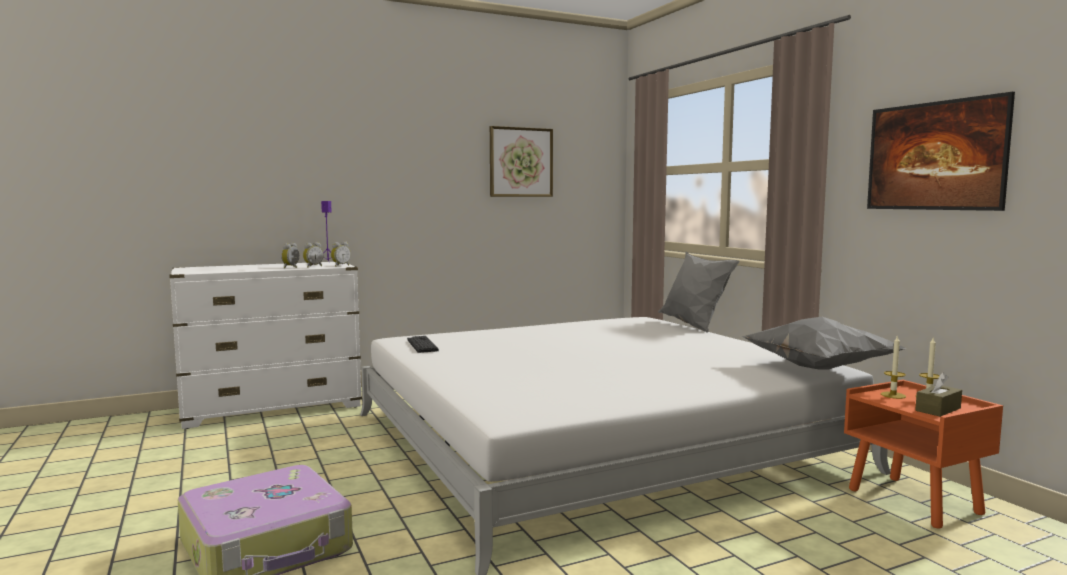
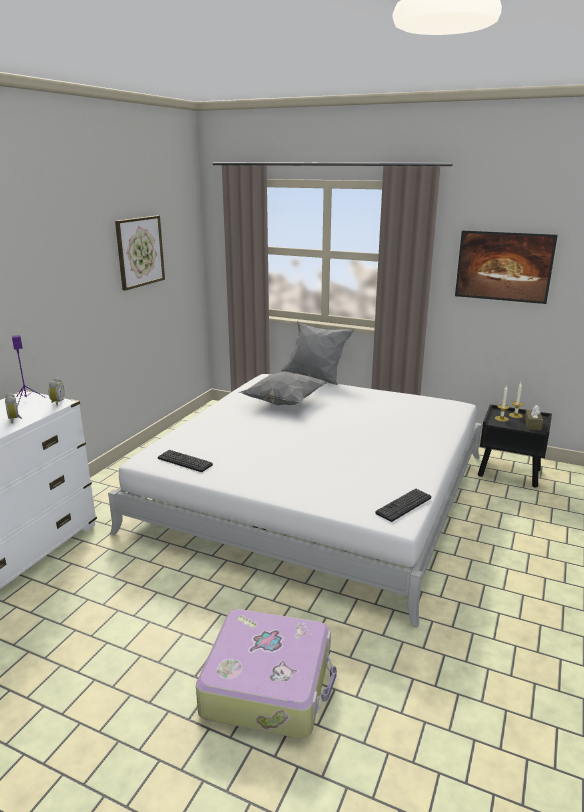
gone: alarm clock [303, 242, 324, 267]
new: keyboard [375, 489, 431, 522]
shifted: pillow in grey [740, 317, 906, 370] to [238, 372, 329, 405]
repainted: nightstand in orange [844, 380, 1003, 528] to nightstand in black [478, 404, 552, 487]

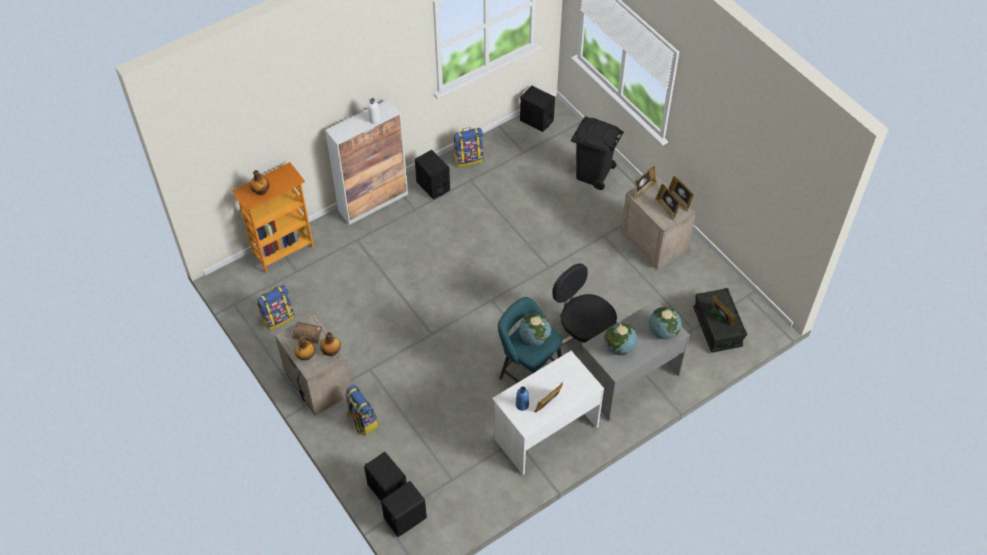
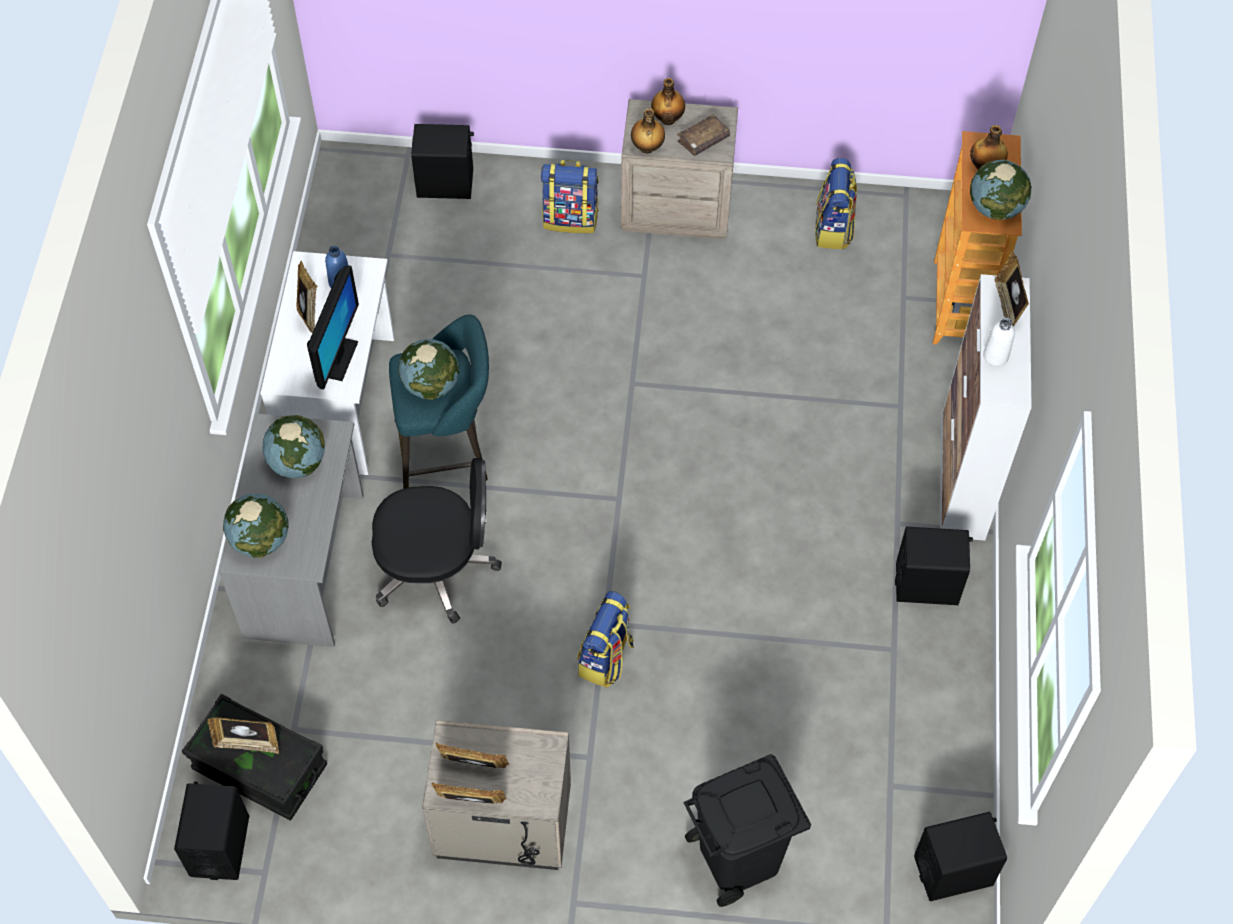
new: monitor [307, 265, 359, 390]; globe [970, 160, 1031, 220]
shifted: speaker in black [381, 481, 427, 537] to [174, 781, 249, 880]; backpack [453, 127, 484, 168] to [578, 591, 634, 688]; picture frame [635, 166, 657, 199] to [995, 252, 1029, 327]

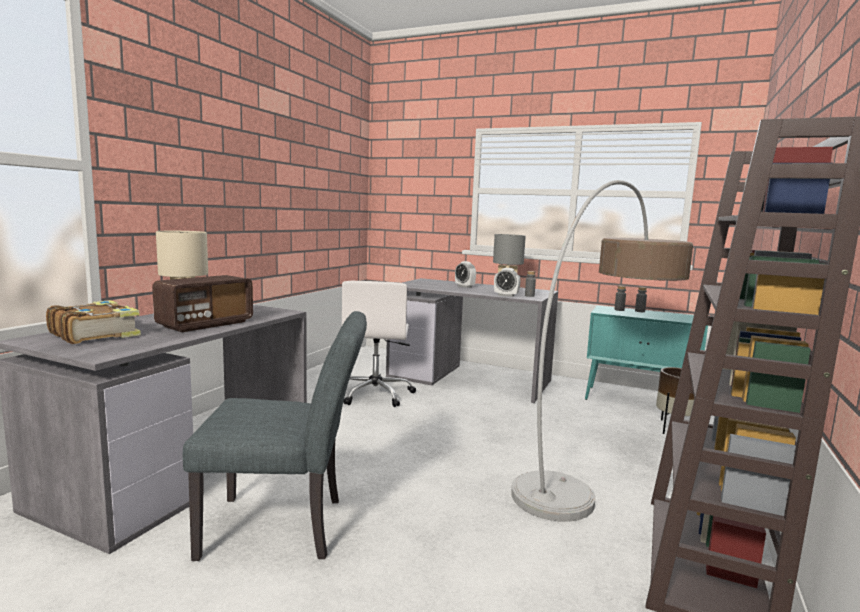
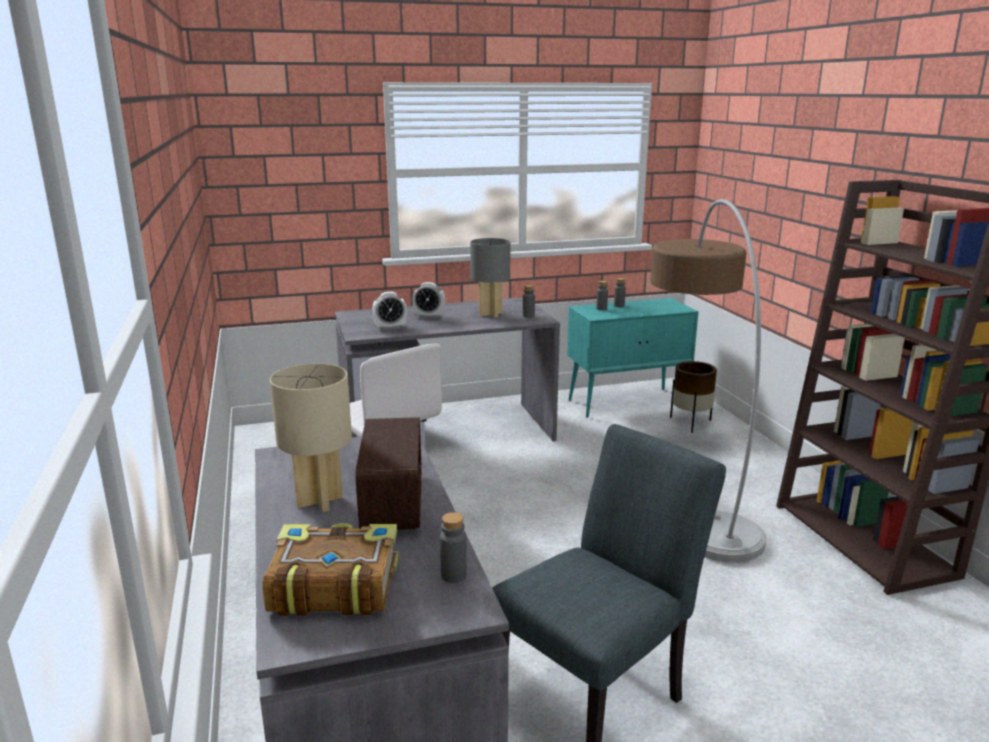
new: bottle in grey [440, 512, 467, 583]
shifted: alarm clock [494, 268, 520, 297] to [372, 292, 407, 330]

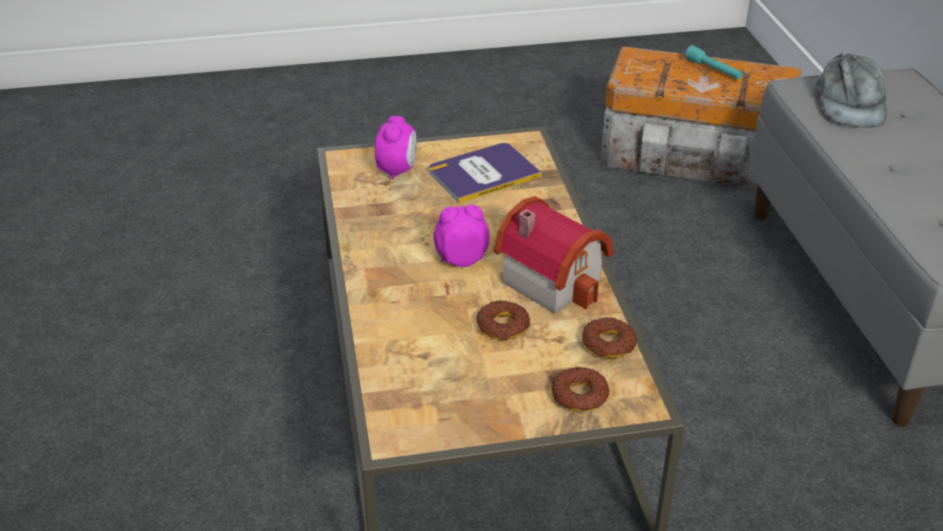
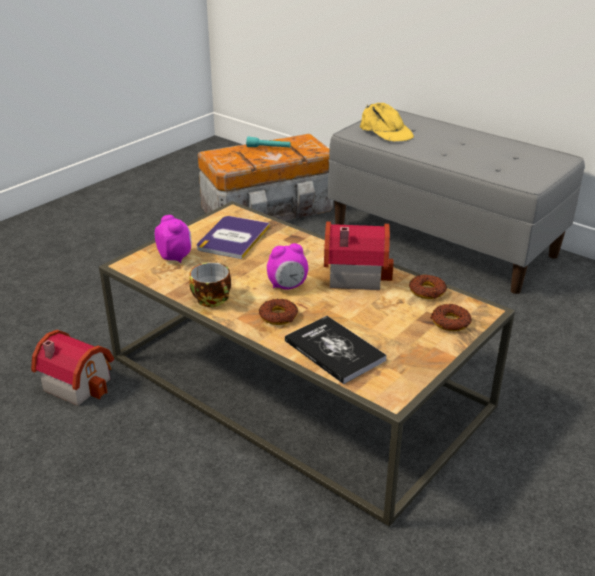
new: toy house [31, 330, 114, 406]; cup [189, 262, 231, 307]; book [285, 316, 387, 384]
shifted: donut [476, 300, 530, 340] to [259, 299, 298, 325]
repainted: cap in grey [815, 52, 887, 127] to cap in yellow [360, 103, 414, 141]
rotated: alarm clock [433, 205, 489, 267] = [267, 243, 308, 290] 150 degrees counterclockwise

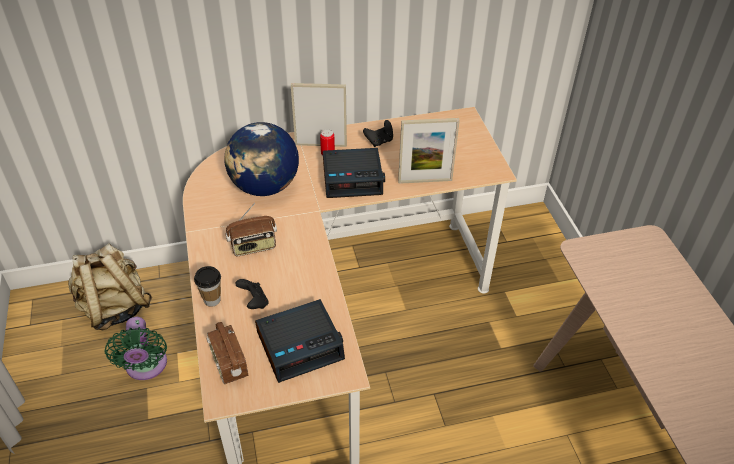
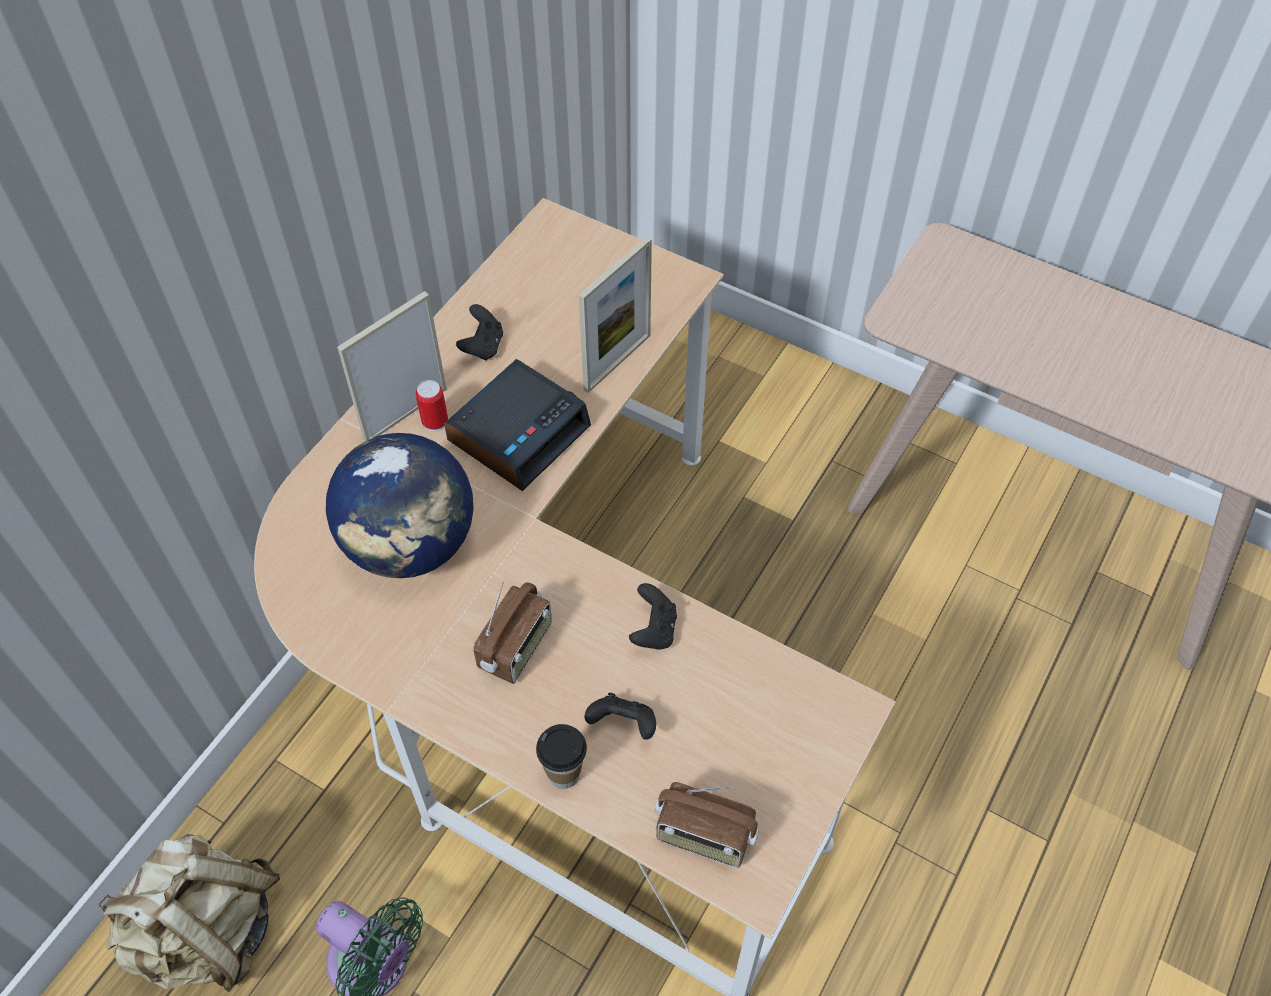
gone: alarm clock [255, 299, 345, 383]
new: game controller in black [629, 583, 677, 650]

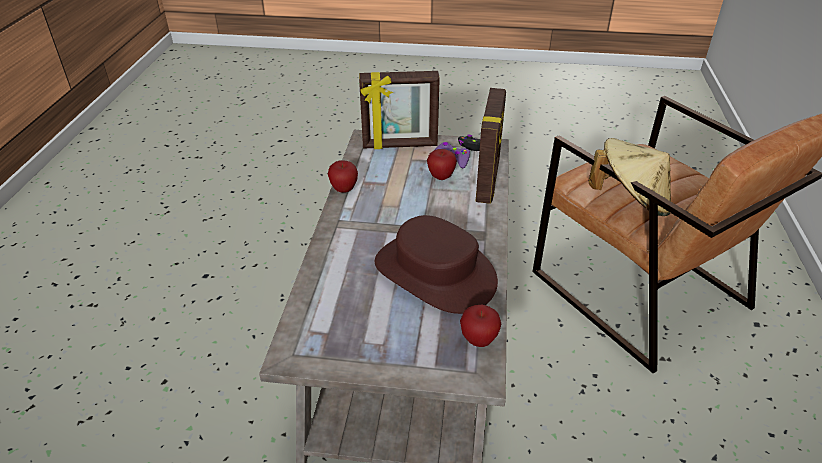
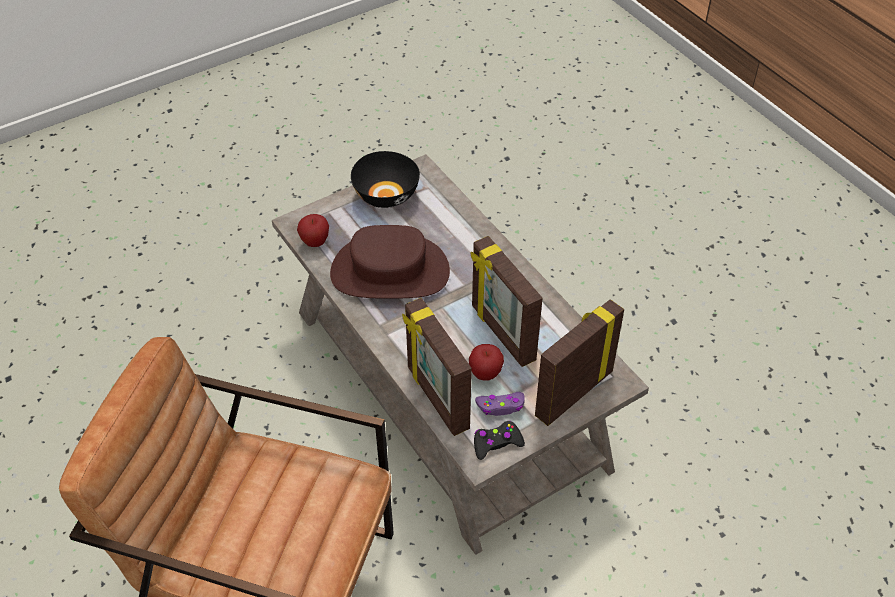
gone: apple [328, 160, 358, 193]; hat in beige [588, 138, 671, 216]
new: bowl in black [351, 151, 420, 208]; picture frame [471, 236, 543, 367]

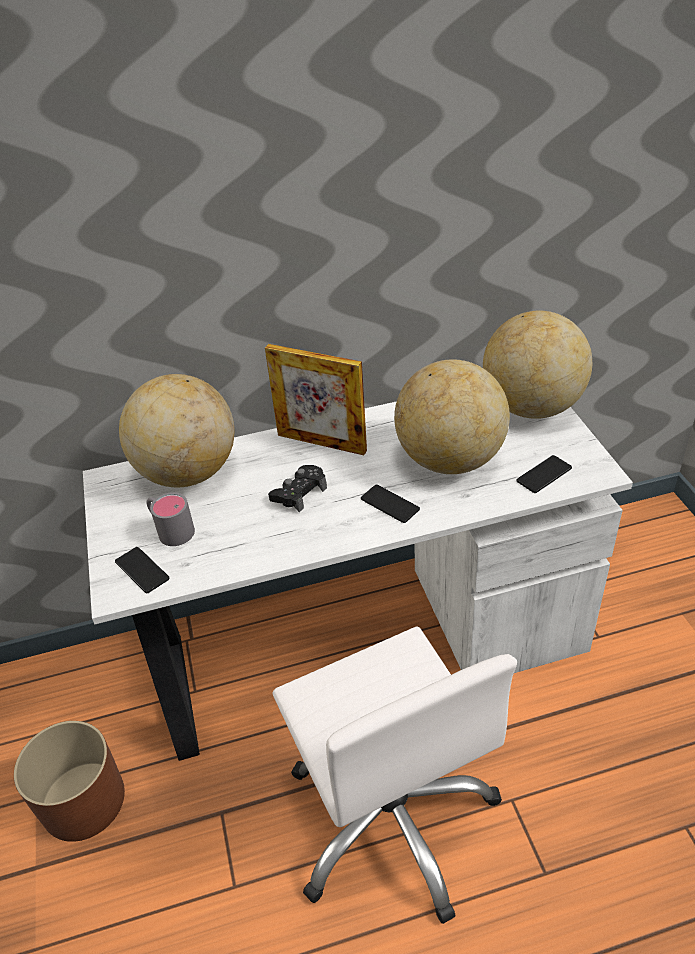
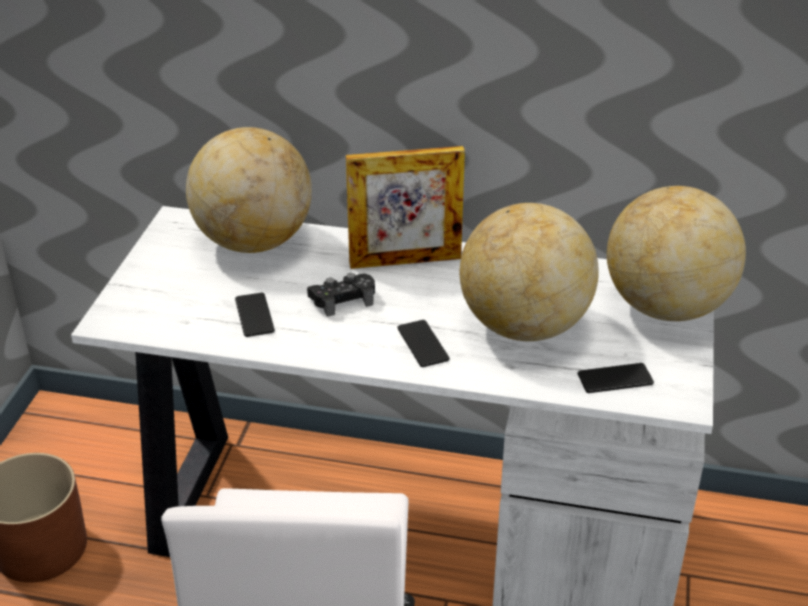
gone: mug in grey [147, 492, 195, 546]
shifted: phone [115, 547, 169, 593] to [235, 293, 275, 337]
rotated: picture frame [265, 344, 367, 455] = [346, 146, 465, 269] 60 degrees counterclockwise

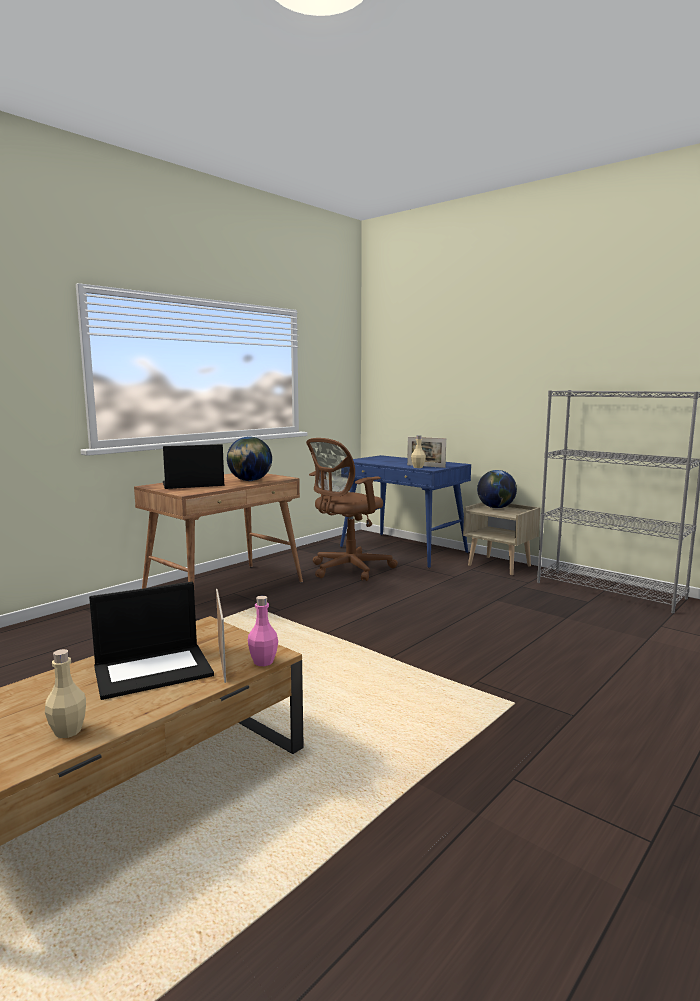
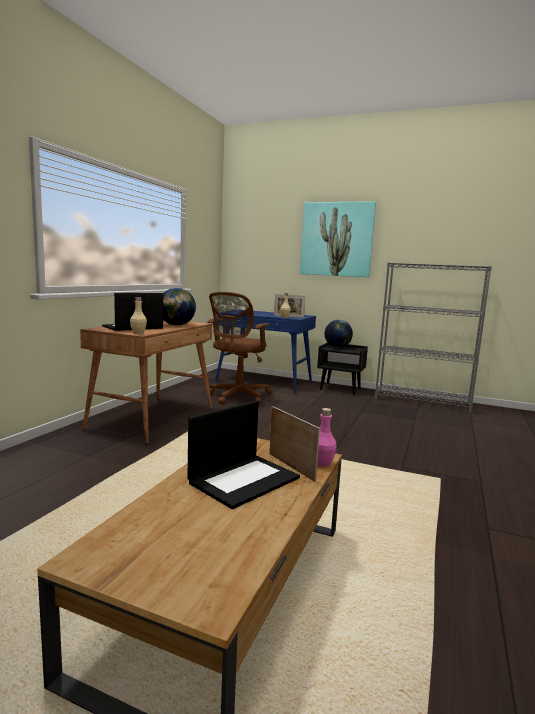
new: picture [300, 201, 376, 277]
shifted: bottle in beige [45, 649, 86, 738] to [130, 297, 147, 334]
repainted: nightstand in beige [463, 502, 540, 575] to nightstand in black [317, 342, 368, 395]

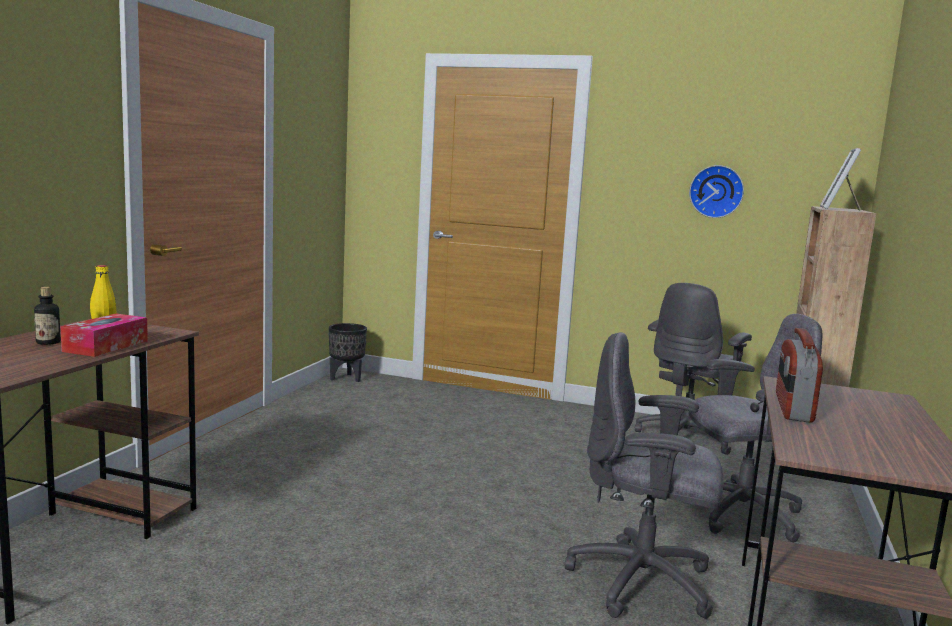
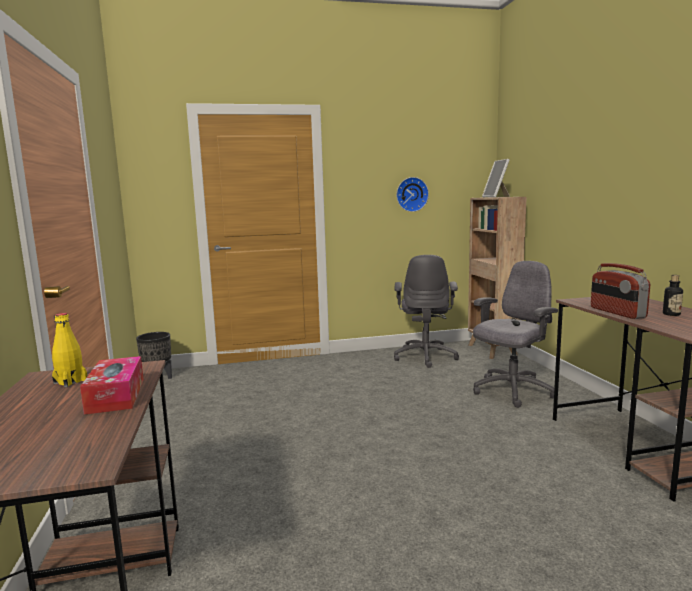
gone: office chair in grey [564, 332, 723, 619]
shifted: bottle [34, 287, 61, 345] to [663, 275, 683, 316]

